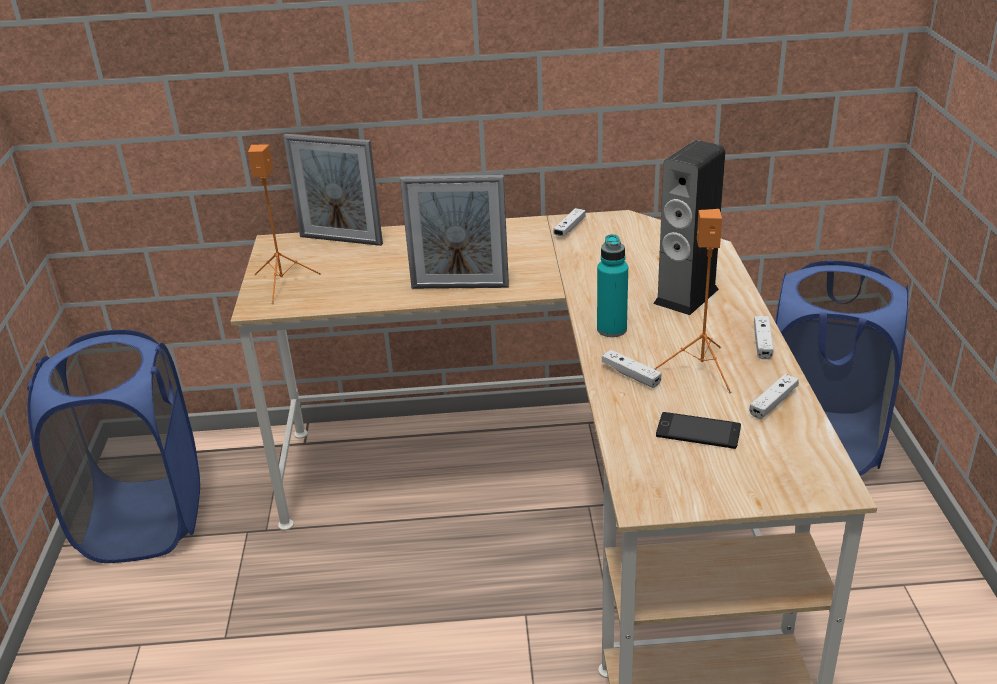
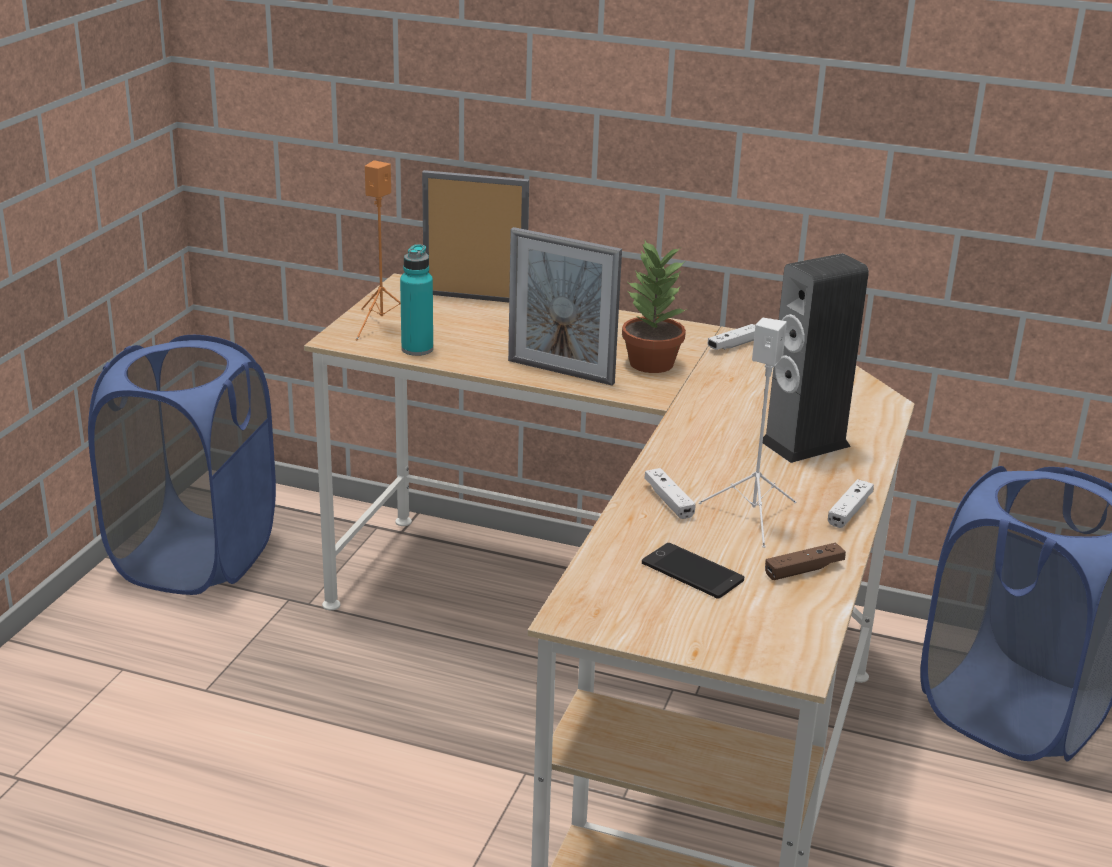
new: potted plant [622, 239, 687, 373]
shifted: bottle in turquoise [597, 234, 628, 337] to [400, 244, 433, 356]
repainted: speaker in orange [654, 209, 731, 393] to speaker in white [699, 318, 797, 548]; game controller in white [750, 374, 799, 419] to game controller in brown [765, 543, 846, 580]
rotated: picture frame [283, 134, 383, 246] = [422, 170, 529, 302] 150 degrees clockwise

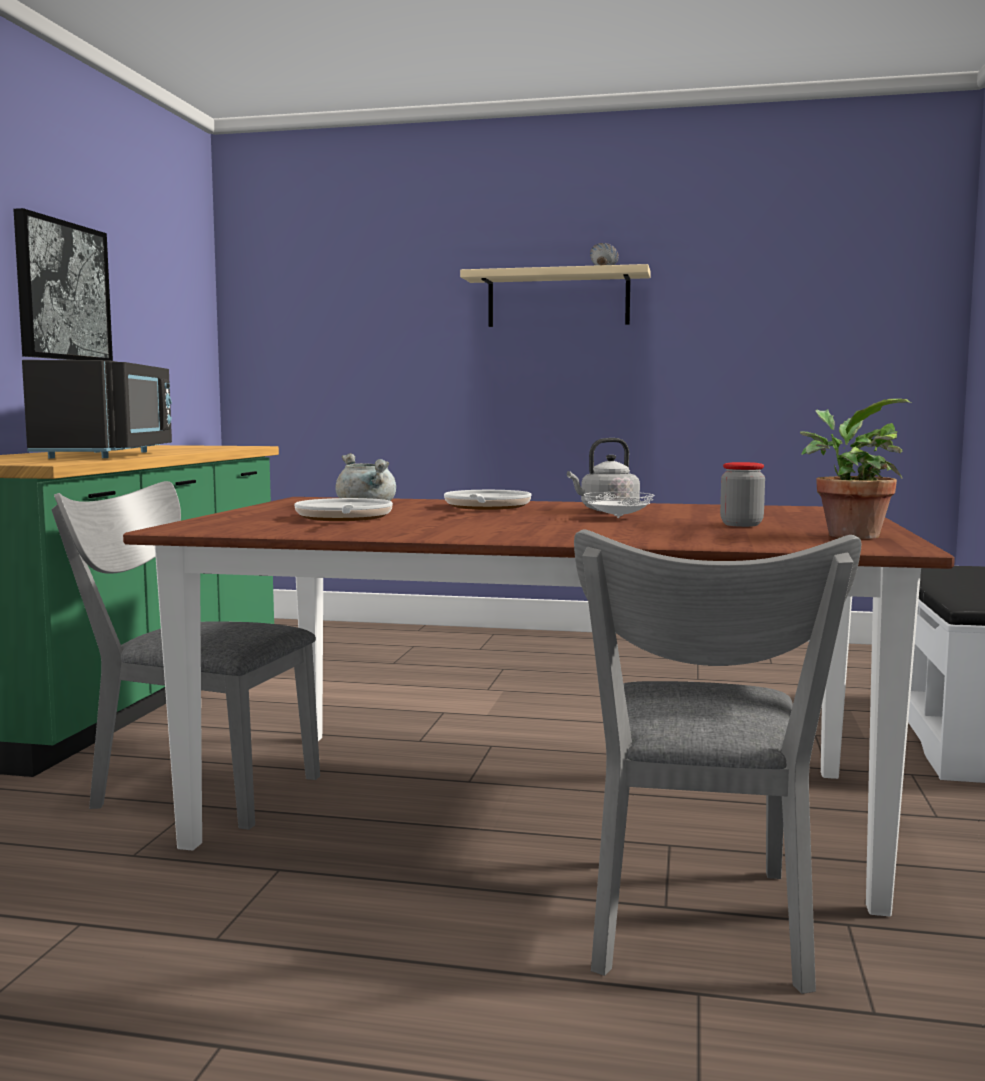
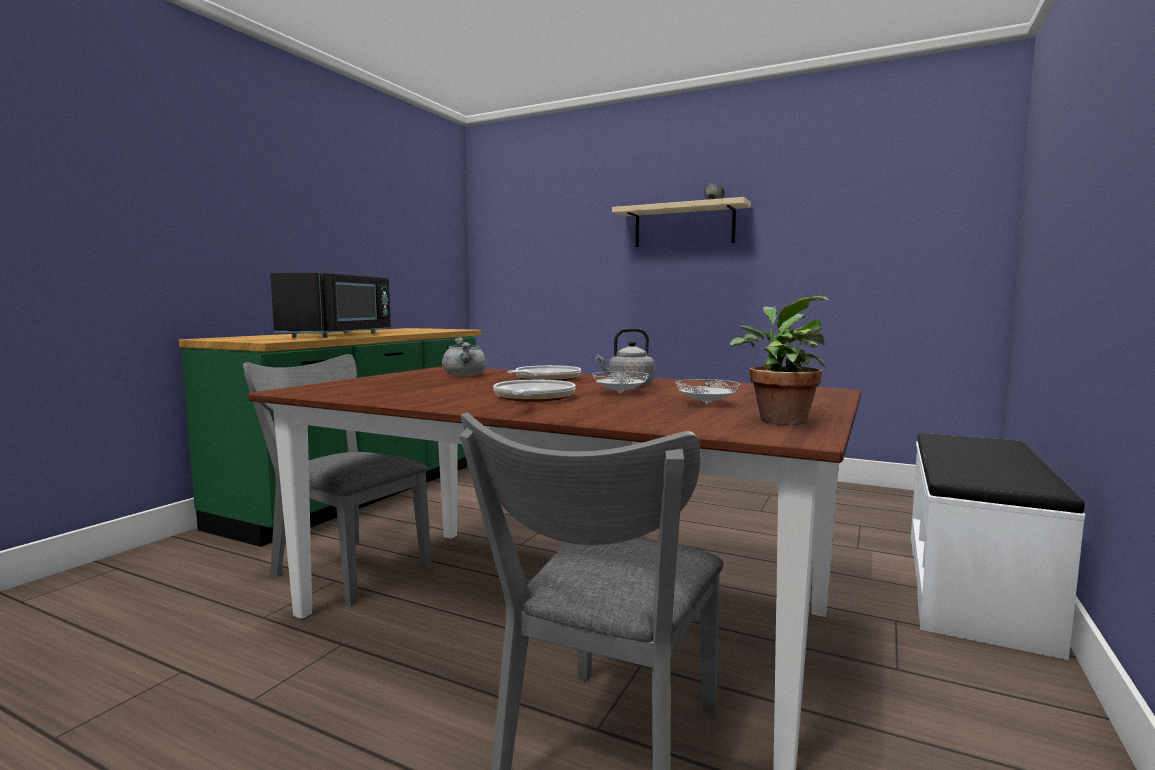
gone: picture [13, 208, 113, 361]
shifted: frying pan [294, 498, 393, 521] to [493, 380, 576, 402]
swapped: jar [720, 462, 765, 527] to plate in white [675, 379, 740, 404]

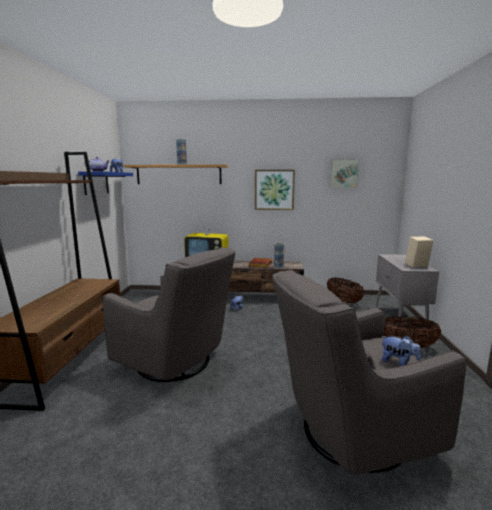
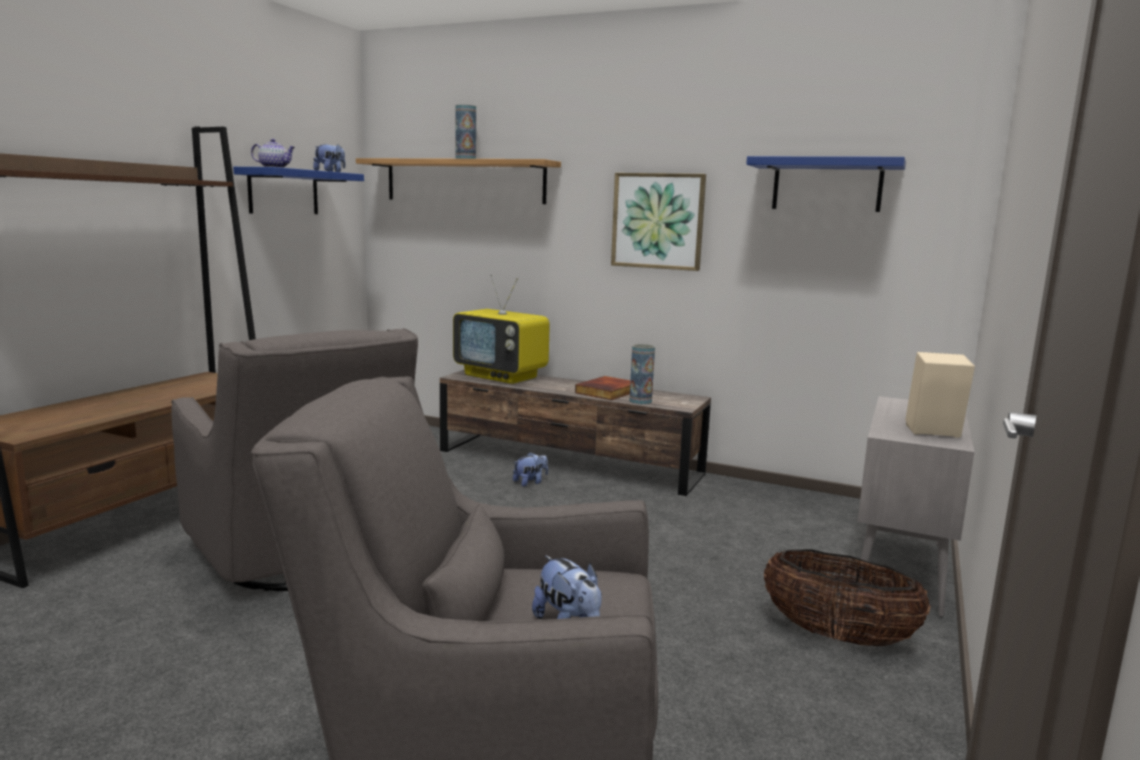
gone: basket [327, 278, 365, 304]
swapped: picture [329, 159, 360, 188] to shelf in blue [746, 156, 906, 212]

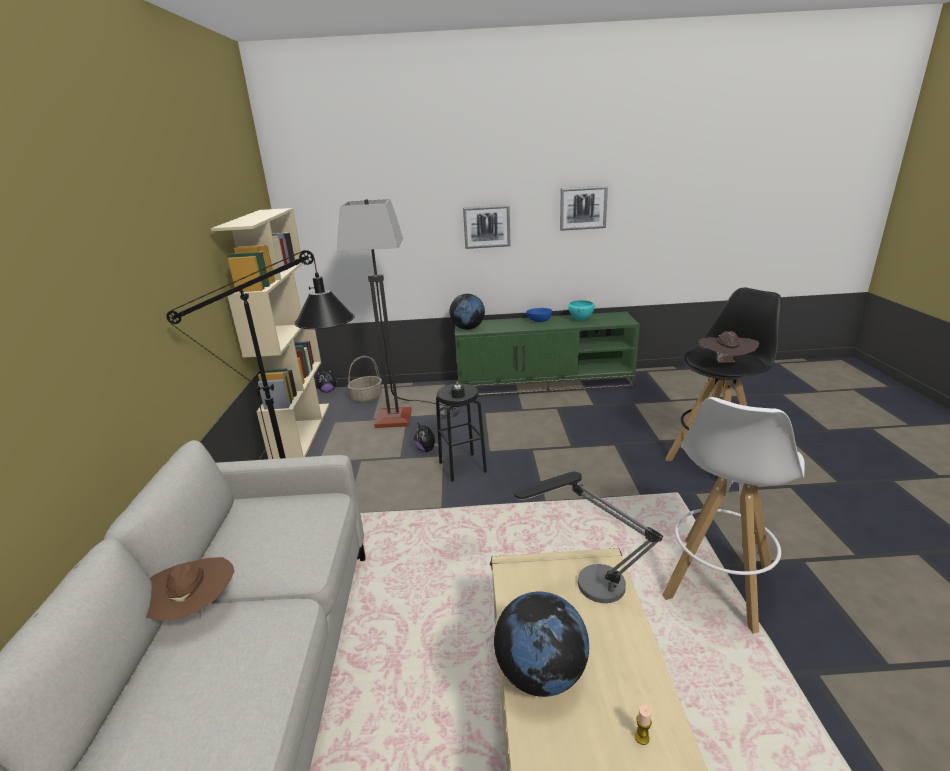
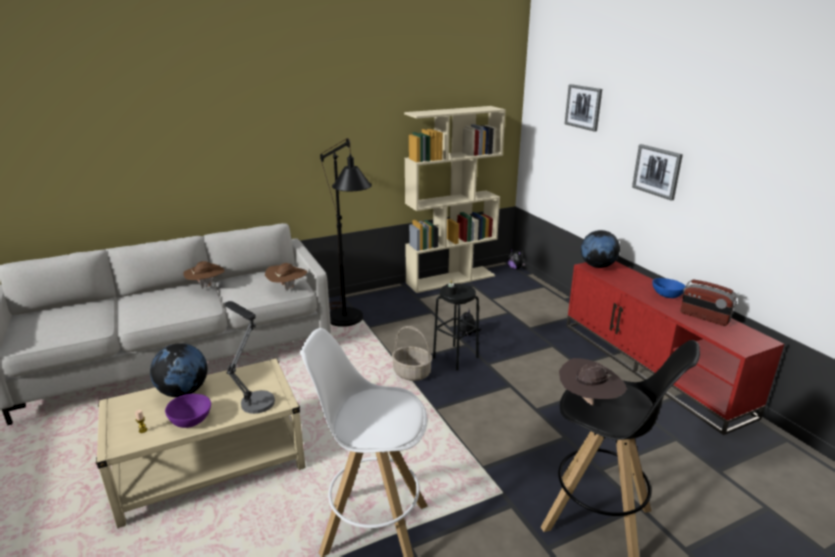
gone: floor lamp [337, 199, 459, 428]
new: bowl in purple [165, 394, 211, 428]; hat in brown [265, 263, 307, 291]
shifted: basket [347, 356, 382, 403] to [392, 326, 432, 381]; picture [560, 186, 608, 231] to [565, 84, 602, 132]
swapped: bowl in turquoise [568, 300, 595, 321] to radio [680, 280, 737, 326]
repainted: tv stand in green [455, 312, 640, 397] to tv stand in red [566, 261, 784, 435]

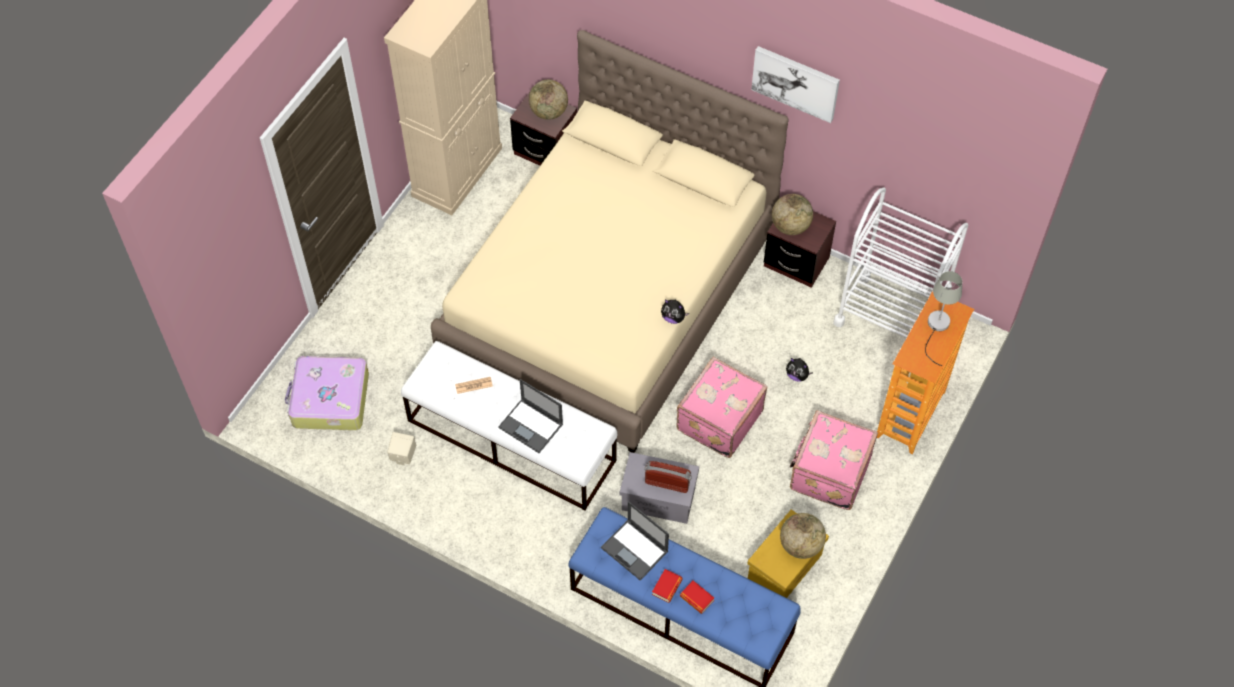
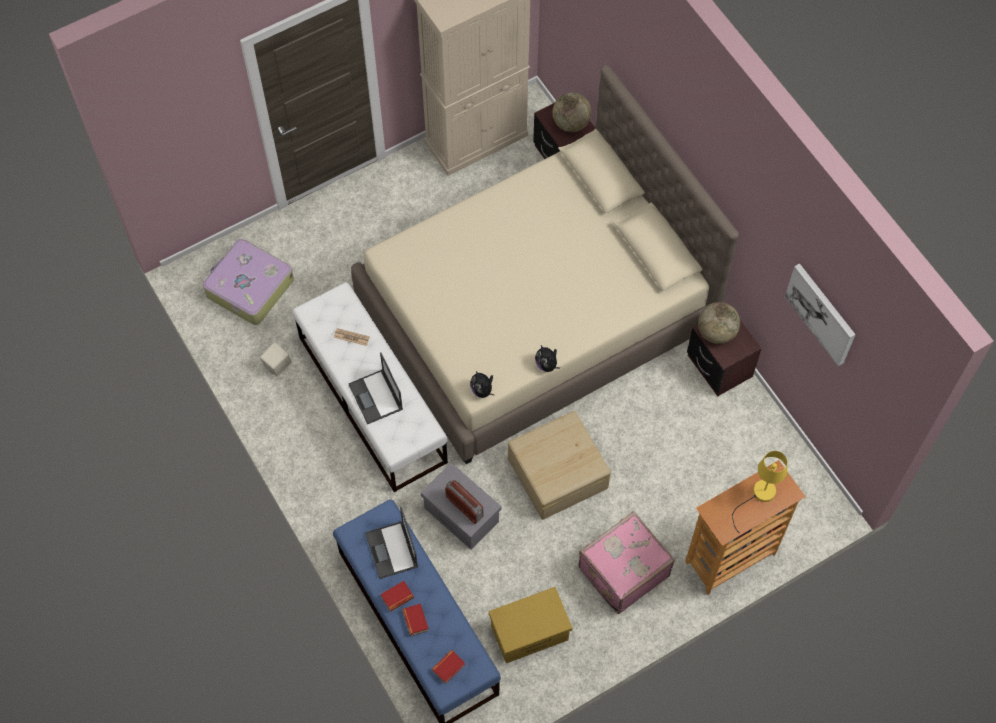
gone: globe [780, 513, 826, 559]; cart in white [833, 188, 968, 338]
new: book [432, 650, 465, 684]
shifted: plush toy [786, 358, 813, 381] to [470, 371, 495, 398]; picture [751, 46, 840, 123] to [785, 263, 856, 366]
swapped: suitcase in pink [676, 357, 768, 458] to storage box in beige [508, 411, 611, 520]
repainted: table lamp in grey [925, 271, 962, 366] to table lamp in yellow [732, 451, 787, 534]

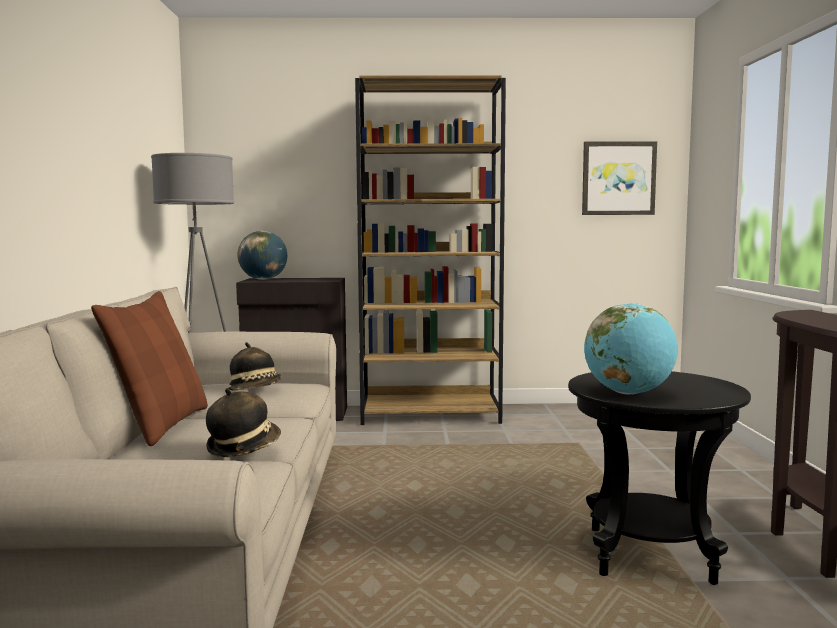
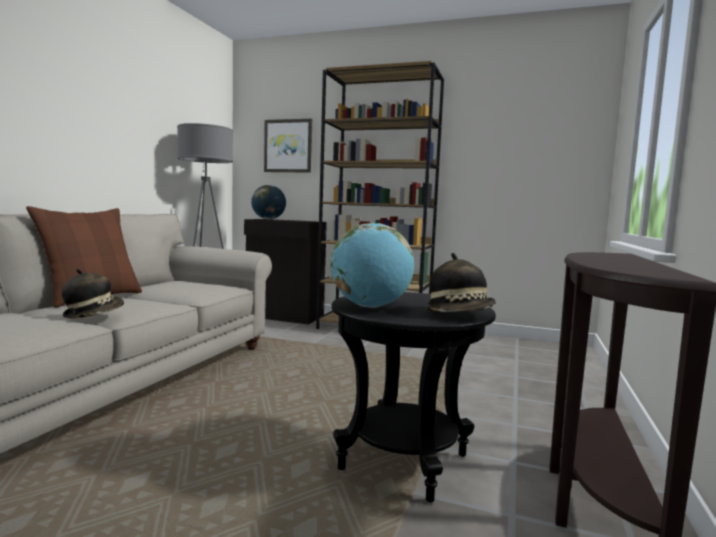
shifted: picture [582, 141, 657, 215] to [264, 119, 312, 173]; hat [229, 342, 282, 390] to [425, 253, 496, 312]

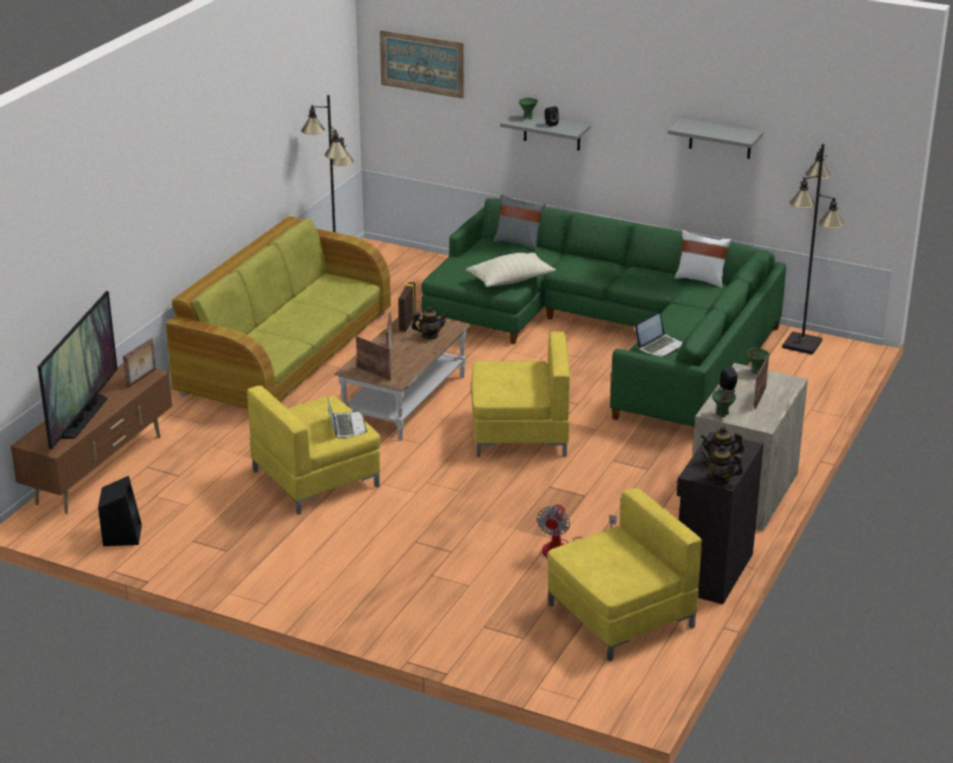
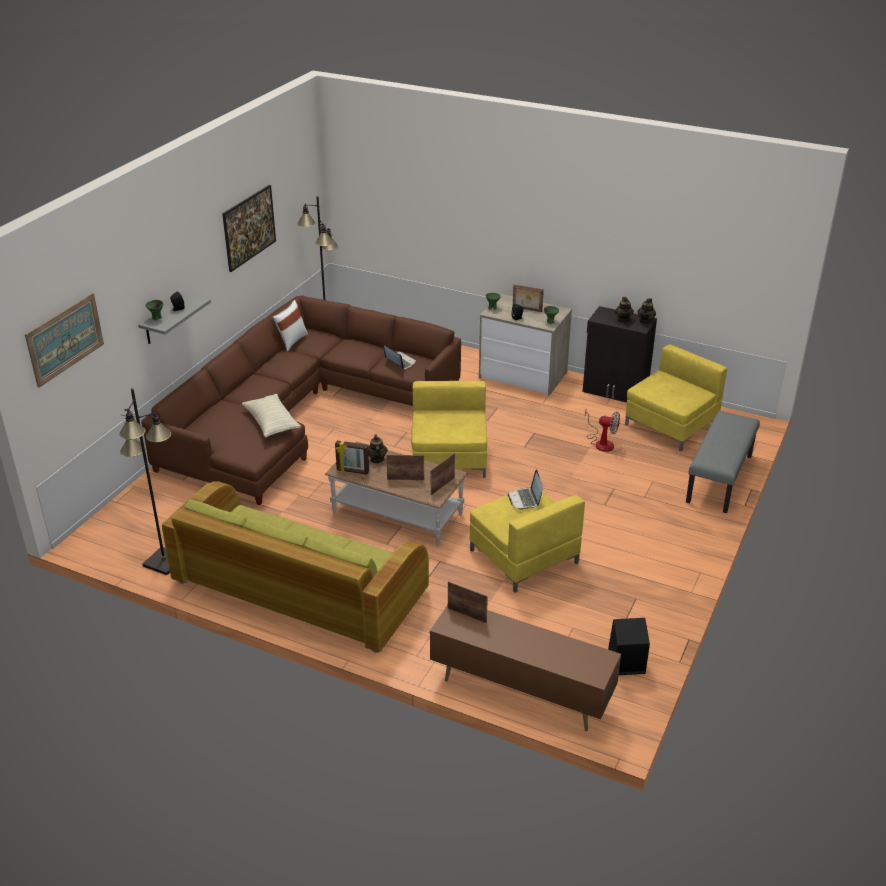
gone: television [37, 291, 118, 449]; pillow in grey [493, 195, 545, 251]
new: bench in grey [686, 411, 760, 513]
swapped: shelf in grey [668, 118, 763, 159] to picture [222, 185, 276, 272]
repainted: sofa in green [421, 198, 786, 429] to sofa in brown [141, 295, 461, 505]
rotated: laptop [327, 397, 367, 438] = [507, 469, 543, 510] 90 degrees counterclockwise; armchair in yellow [547, 488, 702, 662] = [625, 345, 727, 451] 75 degrees clockwise

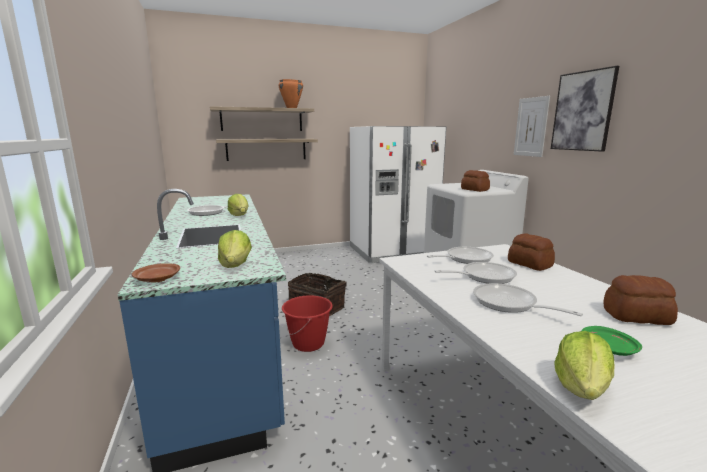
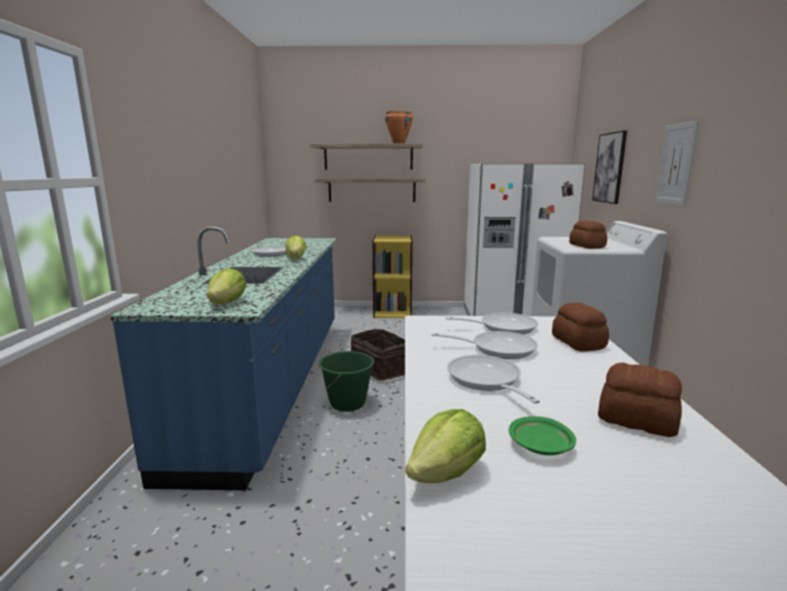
gone: plate in brown [132, 263, 180, 283]
new: bookcase in yellow [372, 236, 413, 318]
shifted: picture [551, 66, 619, 152] to [592, 130, 627, 204]
repainted: bucket in red [282, 295, 333, 352] to bucket in green [319, 351, 374, 412]

